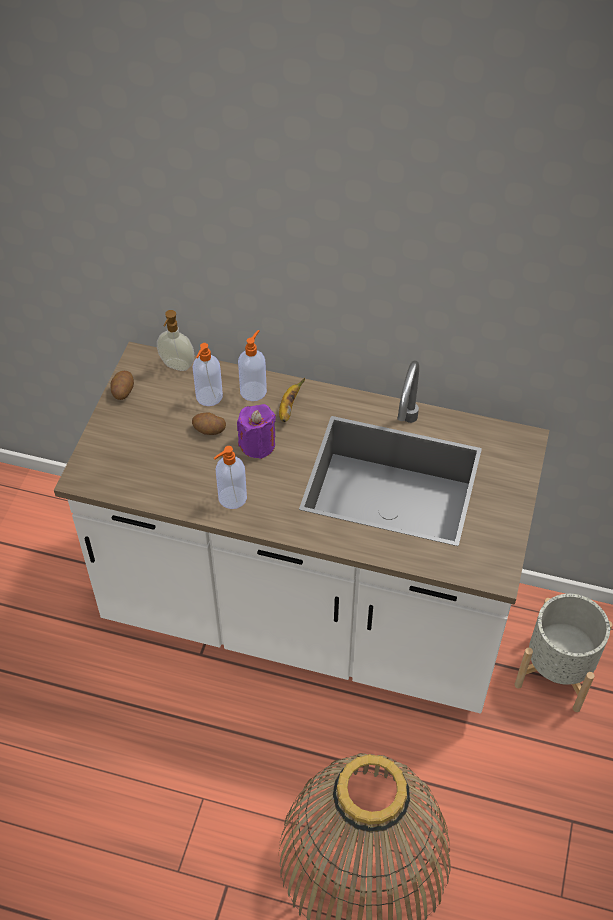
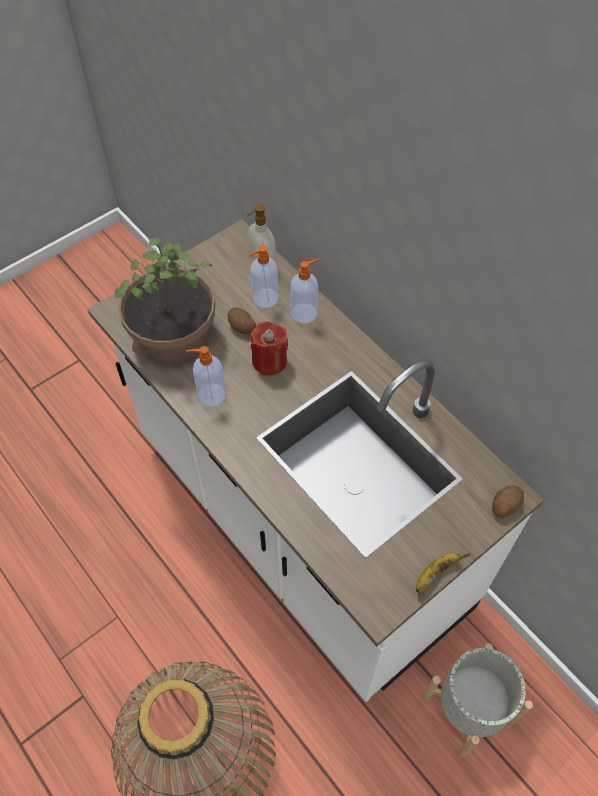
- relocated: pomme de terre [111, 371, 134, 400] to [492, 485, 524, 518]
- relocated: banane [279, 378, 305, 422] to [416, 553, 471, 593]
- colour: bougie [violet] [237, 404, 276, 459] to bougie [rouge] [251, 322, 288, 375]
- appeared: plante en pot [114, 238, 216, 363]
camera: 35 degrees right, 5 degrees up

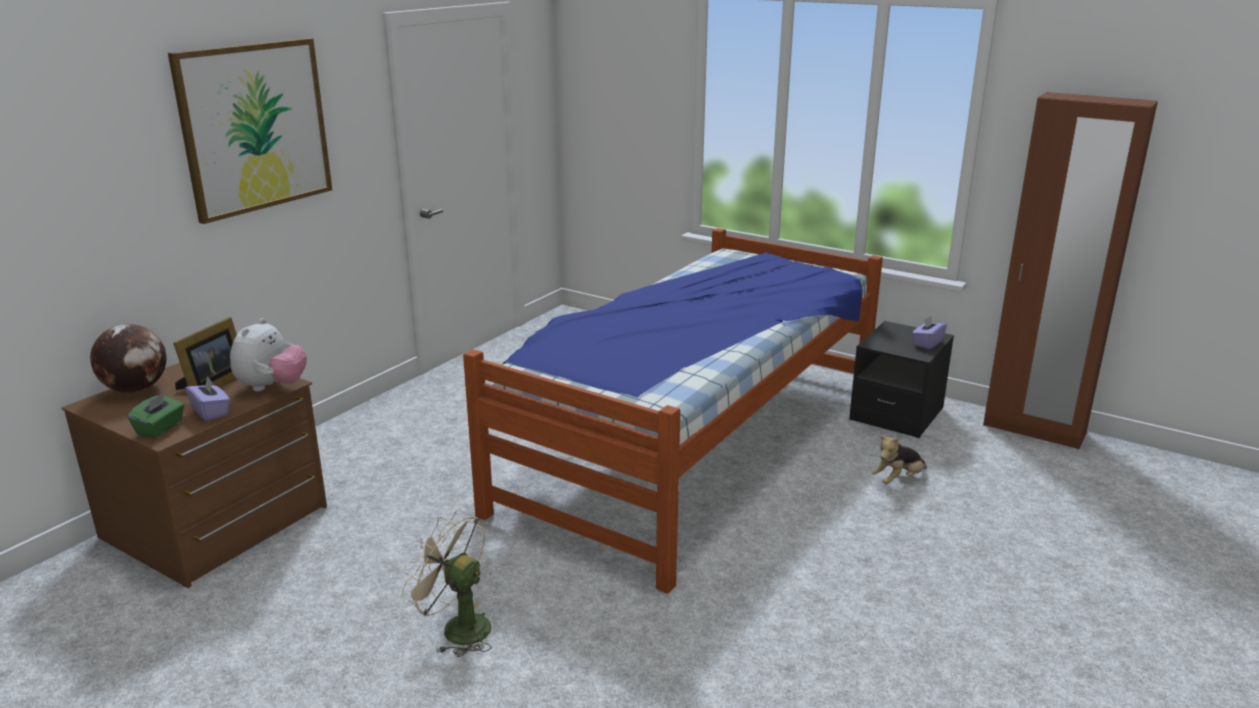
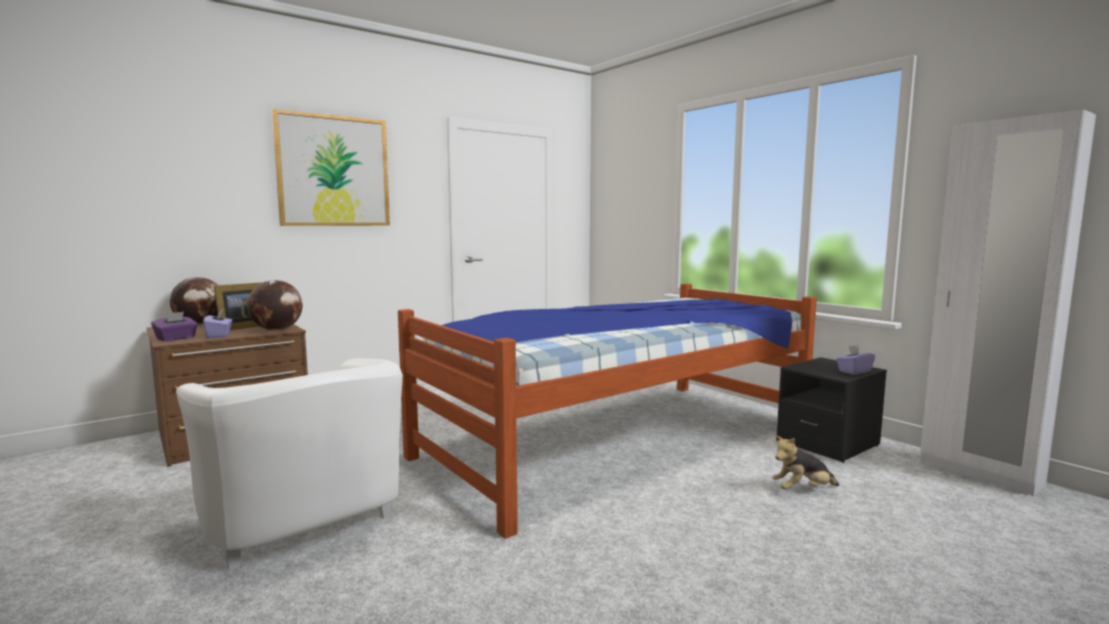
- colour: armoire [marron] [983, 92, 1158, 449] to armoire [blanc] [920, 109, 1096, 496]
- exchanged: peluche [230, 318, 307, 391] to globe [247, 280, 302, 331]
- colour: boîte à mouchoirs [vert] [127, 393, 184, 438] to boîte à mouchoirs [violet] [151, 312, 198, 341]
- exchanged: ventilateur [beige] [402, 510, 492, 657] to fauteuil [blanc] [176, 358, 403, 571]
camera: 20 degrees right, 15 degrees down

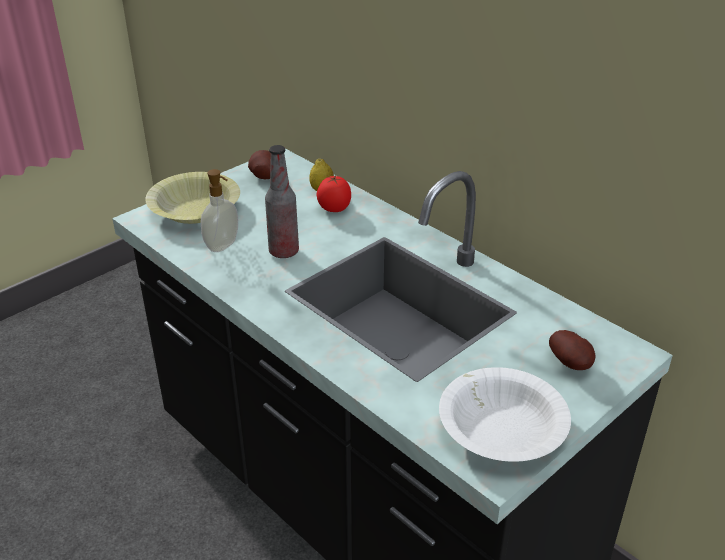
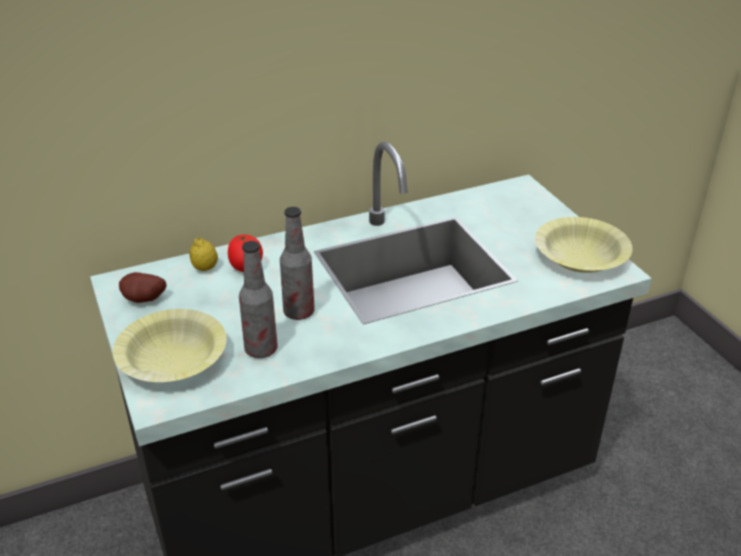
- exchanged: distributeur de savon [201, 169, 238, 252] to bouteille [239, 241, 278, 358]
- missing: pomme de terre [549, 330, 596, 370]
- colour: bol [blanc] [439, 367, 571, 462] to bol [jaune] [535, 217, 633, 273]
camera: 70 degrees left, 0 degrees up

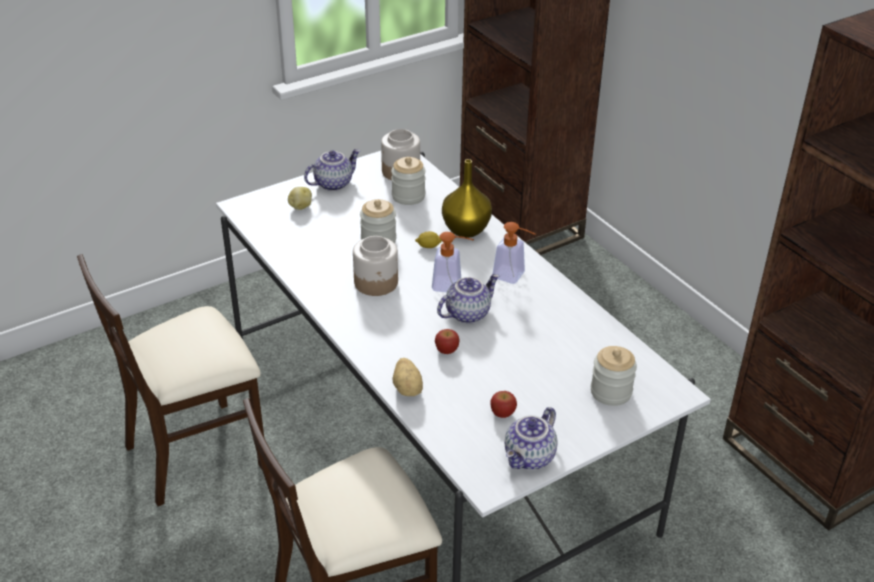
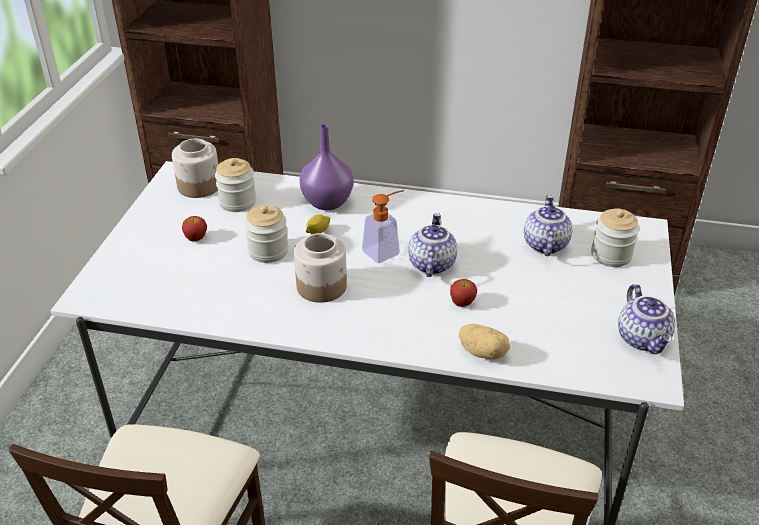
- relocated: théière [304, 149, 360, 191] to [524, 195, 572, 256]
- colour: vase [jaune] [442, 159, 492, 238] to vase [violet] [299, 124, 354, 210]
- missing: pomme de terre [288, 187, 312, 210]
- missing: distributeur de savon [492, 222, 536, 284]
- relocated: pomme [490, 391, 517, 418] to [182, 216, 207, 241]
camera: 45 degrees left, 0 degrees up

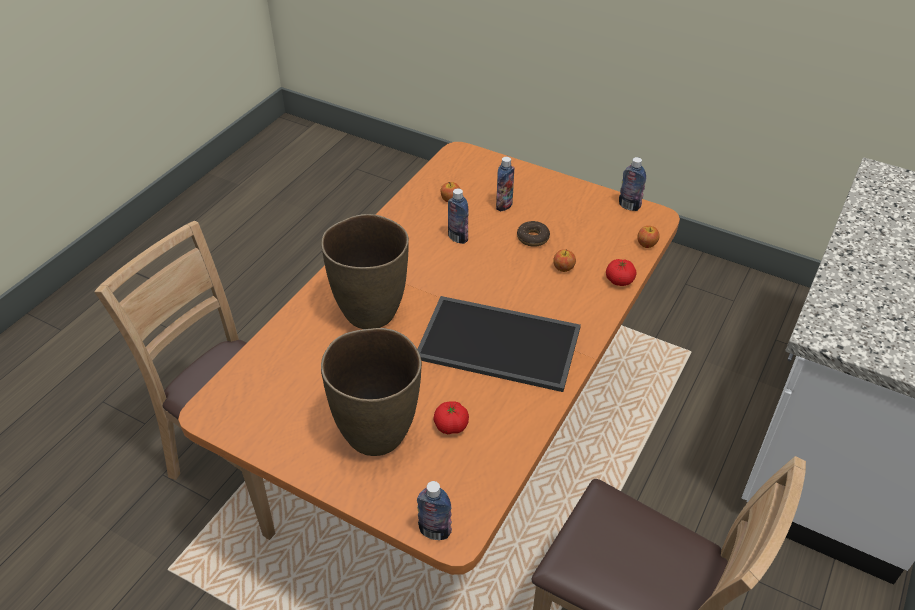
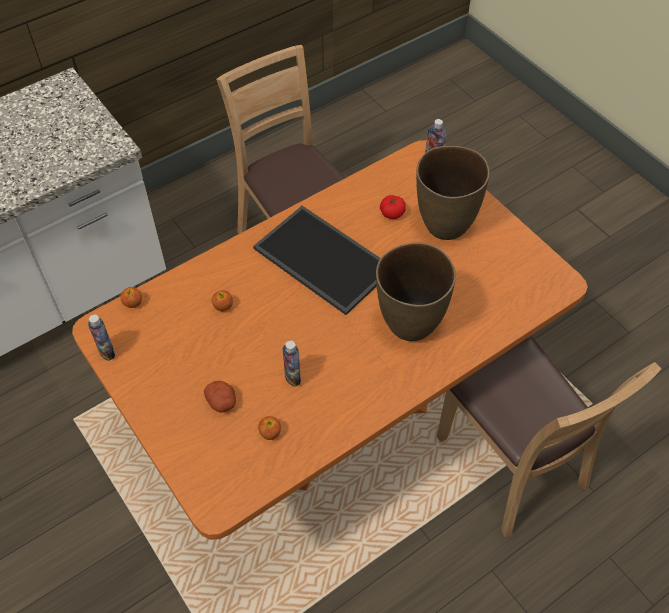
- exchanged: bouteille [496, 157, 514, 211] to pomme de terre [204, 381, 236, 413]
- missing: beignet [517, 221, 550, 247]
- missing: tomate [606, 259, 637, 286]
camera: 155 degrees left, 10 degrees up

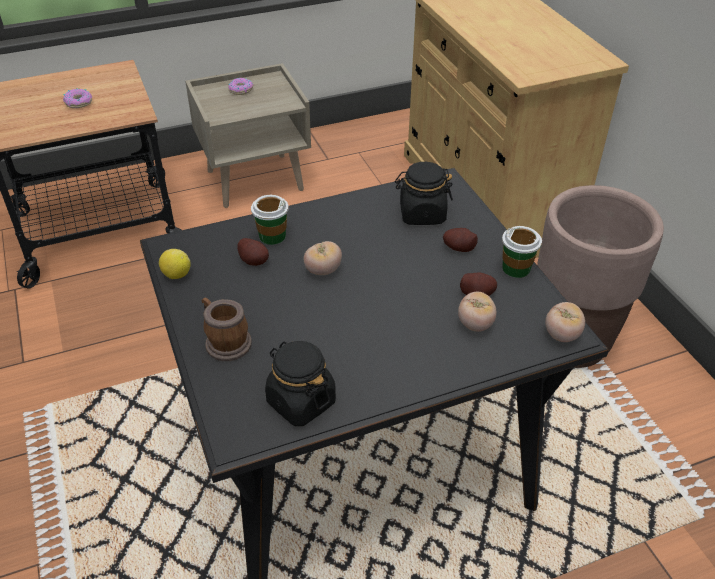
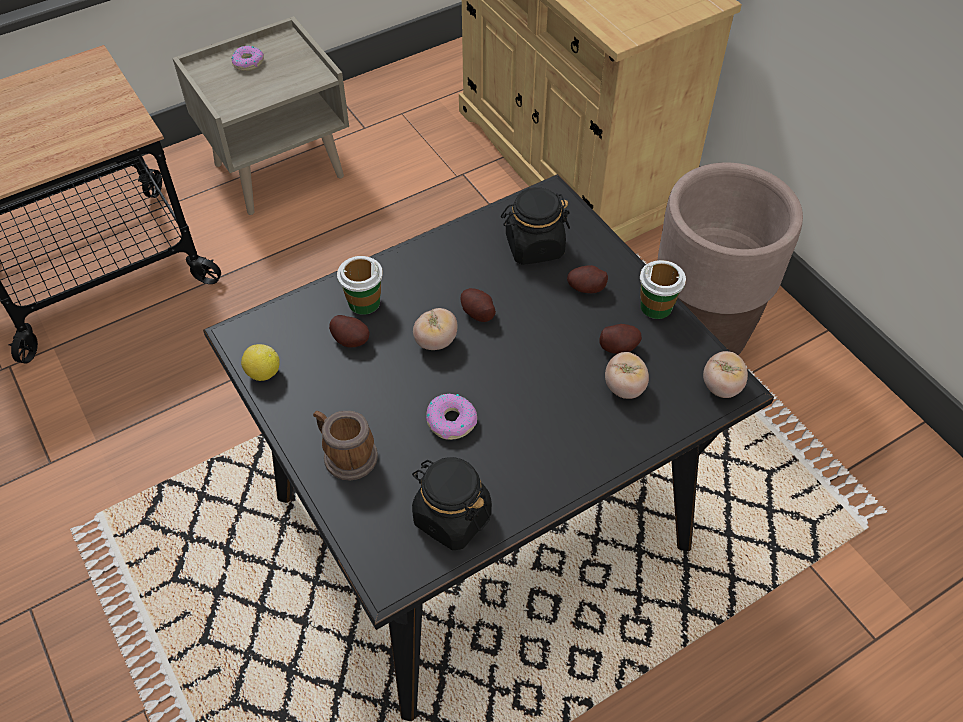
- relocated: beignet [63, 89, 92, 108] to [426, 394, 477, 440]
- appeared: pomme de terre [461, 288, 496, 322]
camera: 10 degrees left, 10 degrees up

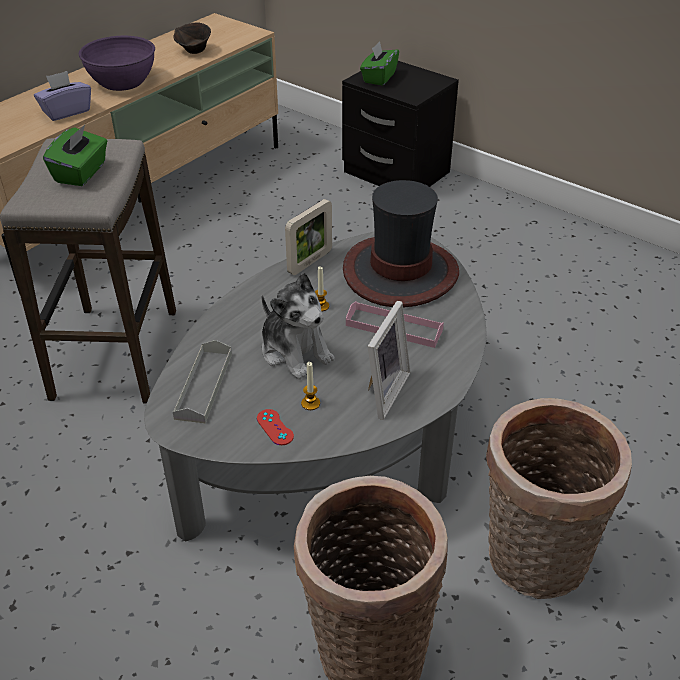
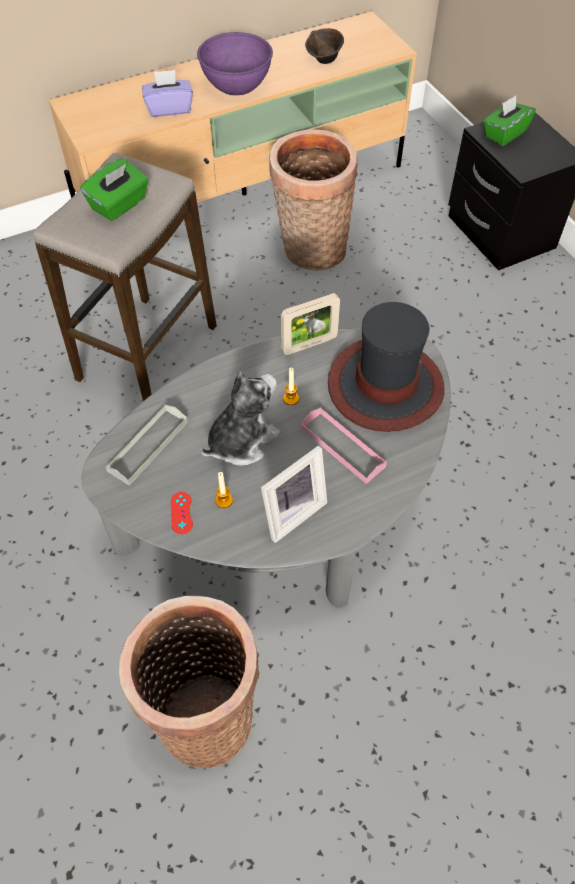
- spun: peluche [261, 272, 335, 380] = [201, 371, 280, 466] 120 degrees counterclockwise
- relocated: panier [486, 398, 632, 599] to [269, 130, 358, 270]
camera: 25 degrees right, 15 degrees up

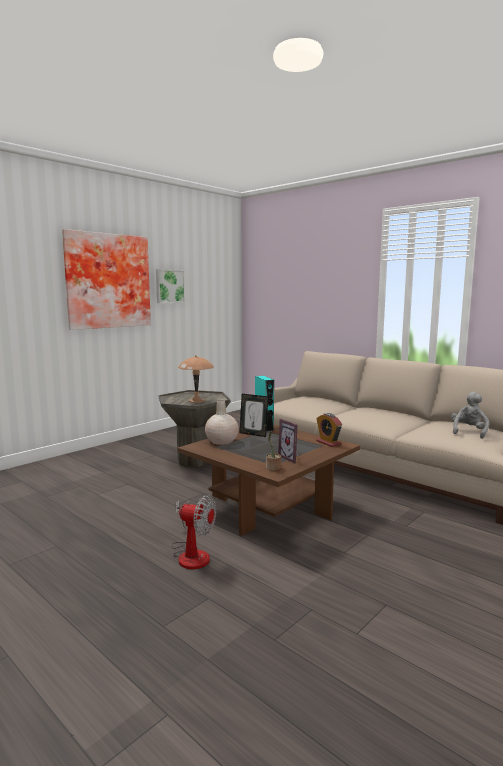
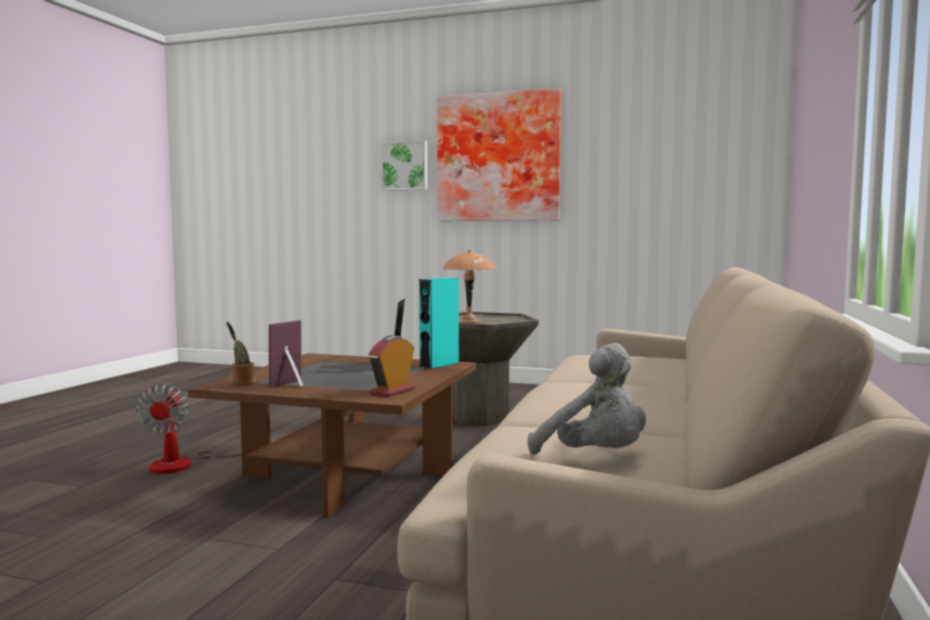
- relocated: tableau [156, 269, 185, 303] to [381, 140, 427, 191]
- spun: peluche [gris] [451, 392, 489, 439] = [527, 343, 646, 455] 45 degrees clockwise
- missing: vase [beige] [205, 400, 239, 445]
camera: 65 degrees right, 5 degrees down

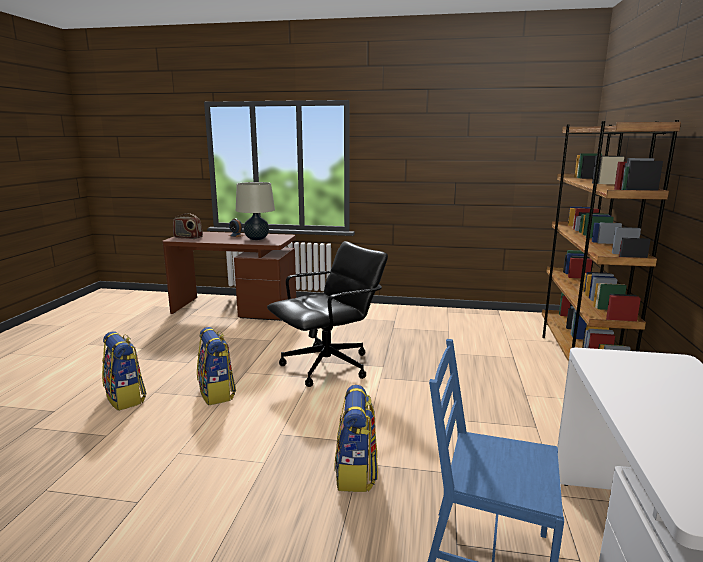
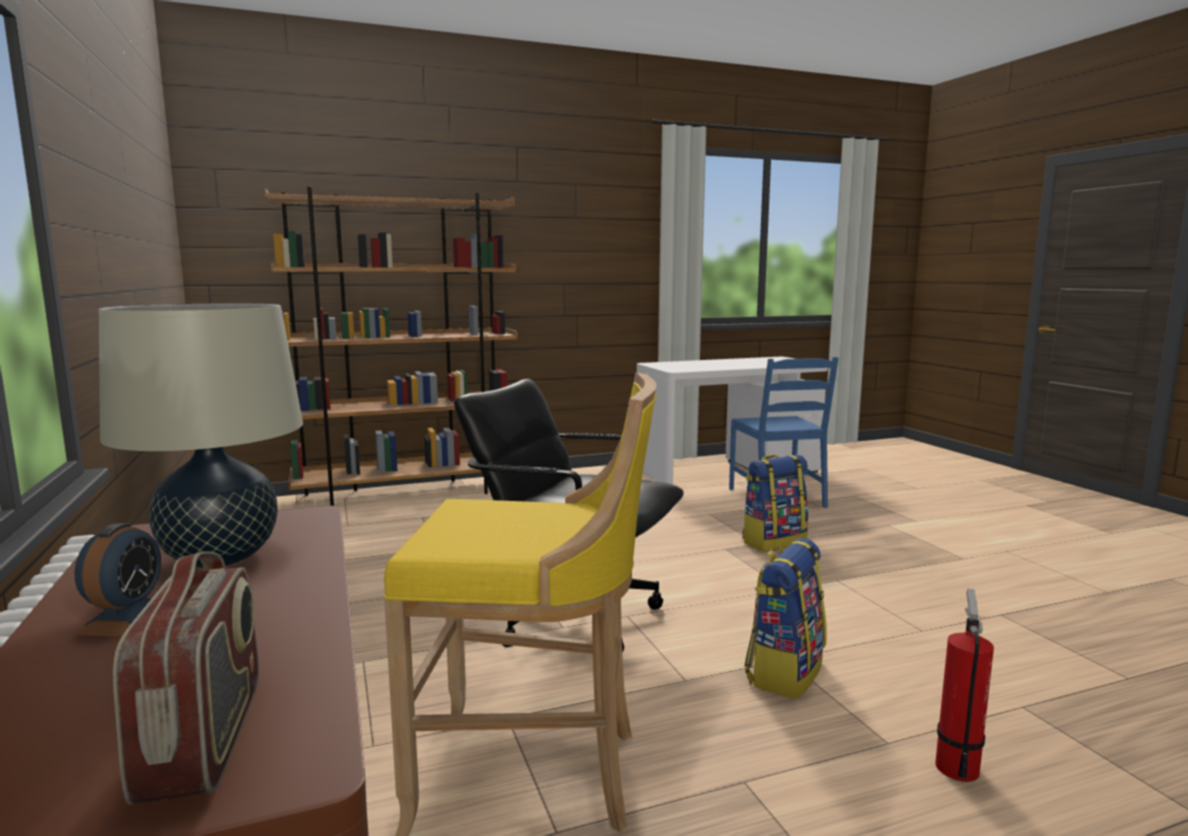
- exchanged: sac à dos [102, 331, 147, 411] to extincteur [935, 589, 994, 782]
- appeared: tabouret [jaune] [384, 373, 657, 836]
camera: 120 degrees left, 5 degrees down

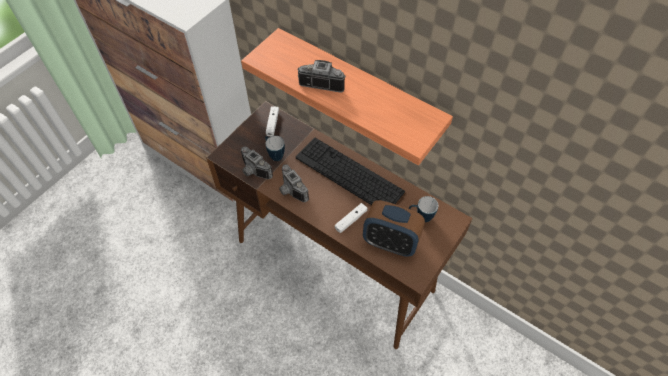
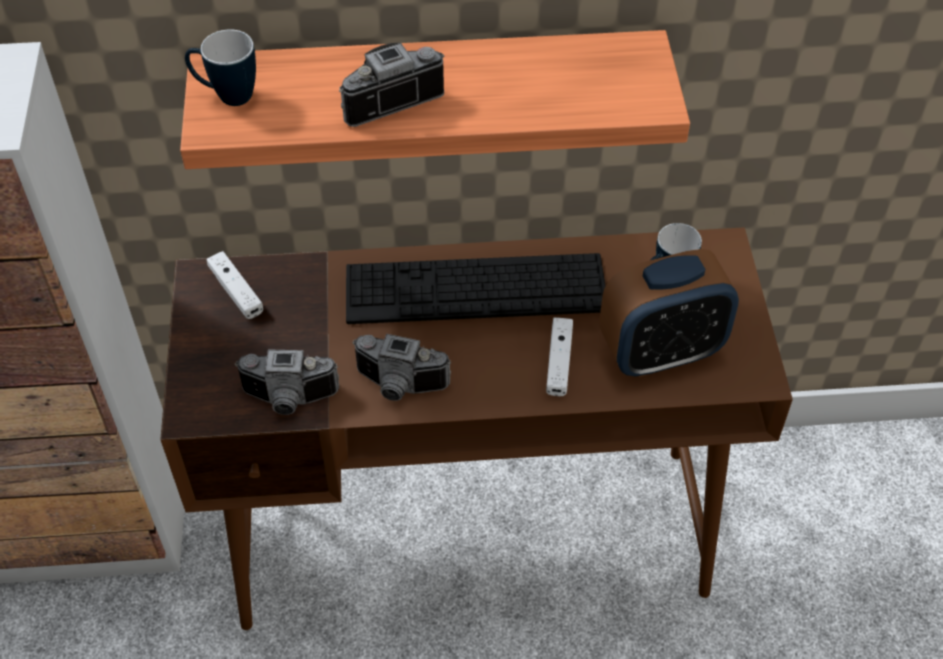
- relocated: mug [265, 136, 285, 161] to [185, 30, 256, 106]
camera: 40 degrees left, 5 degrees down

